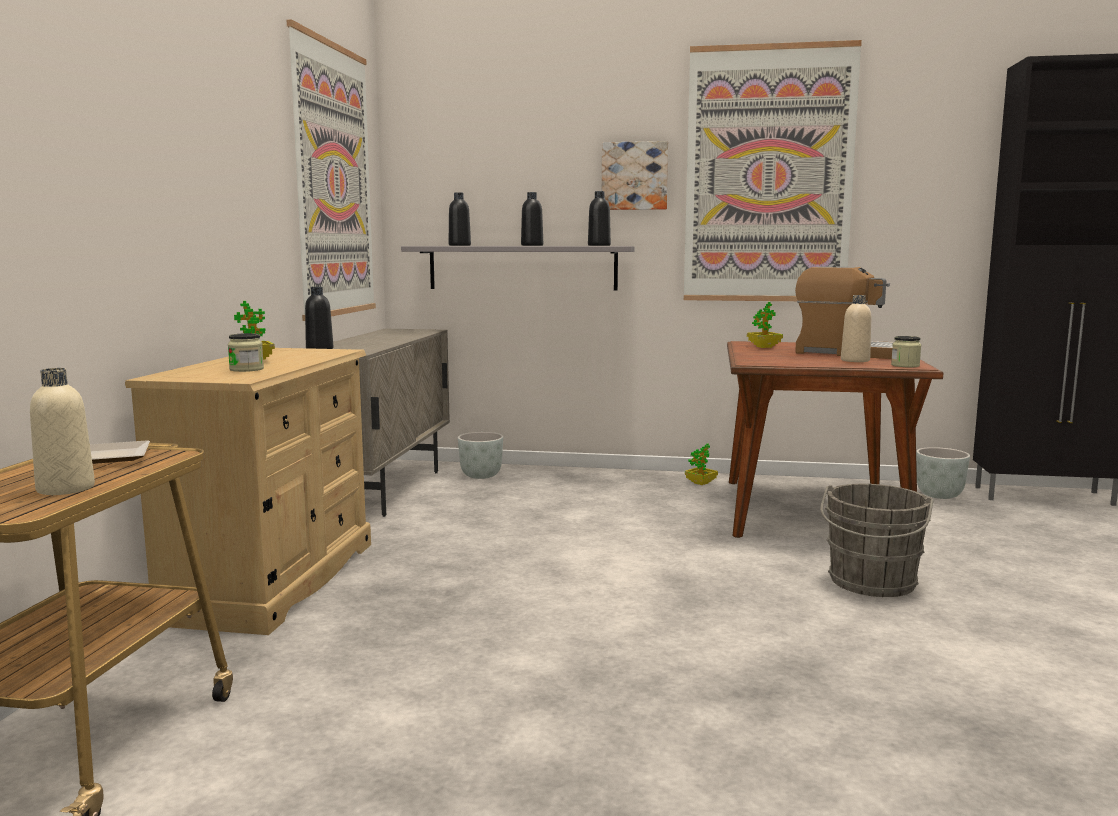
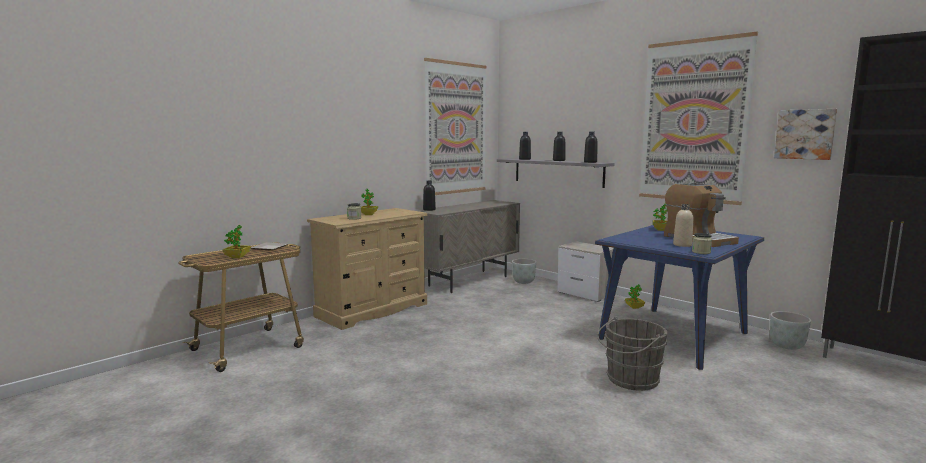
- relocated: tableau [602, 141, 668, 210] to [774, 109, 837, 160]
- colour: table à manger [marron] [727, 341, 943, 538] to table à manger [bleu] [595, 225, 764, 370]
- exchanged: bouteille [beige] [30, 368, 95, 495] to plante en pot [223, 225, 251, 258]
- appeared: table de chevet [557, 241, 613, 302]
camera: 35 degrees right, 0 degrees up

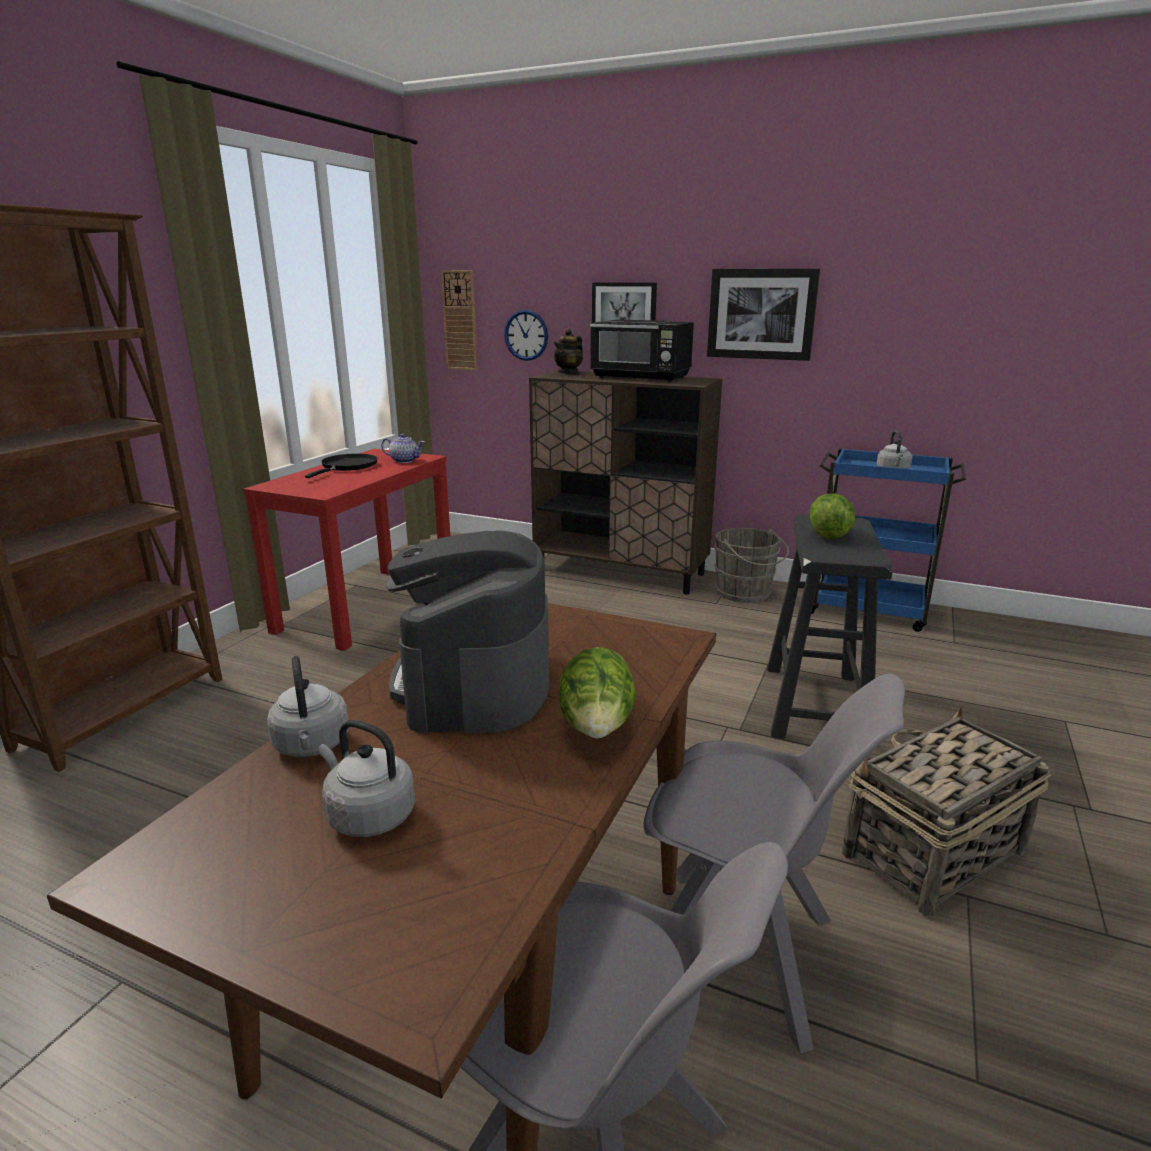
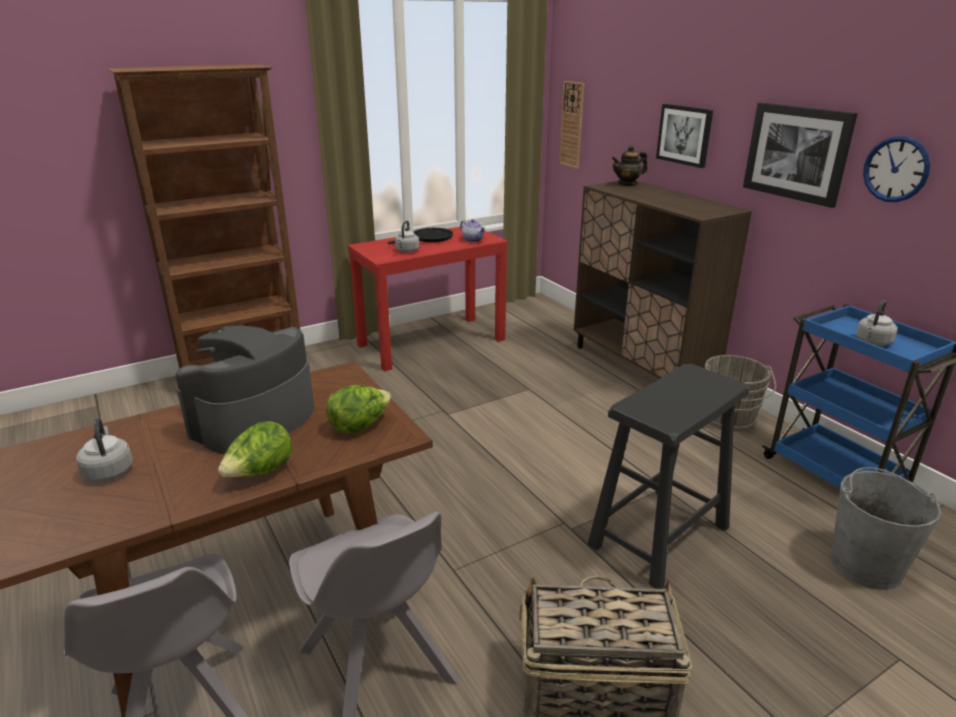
- relocated: horloge murale [504, 310, 548, 361] to [863, 136, 931, 202]
- missing: micro-ondes [noir] [590, 319, 694, 382]
- relocated: laitue [809, 493, 855, 539] to [326, 385, 391, 433]
- relocated: bouilloire [gris] [267, 656, 349, 757] to [395, 220, 420, 253]
- appeared: seau [gris] [831, 467, 941, 590]
camera: 35 degrees right, 5 degrees up

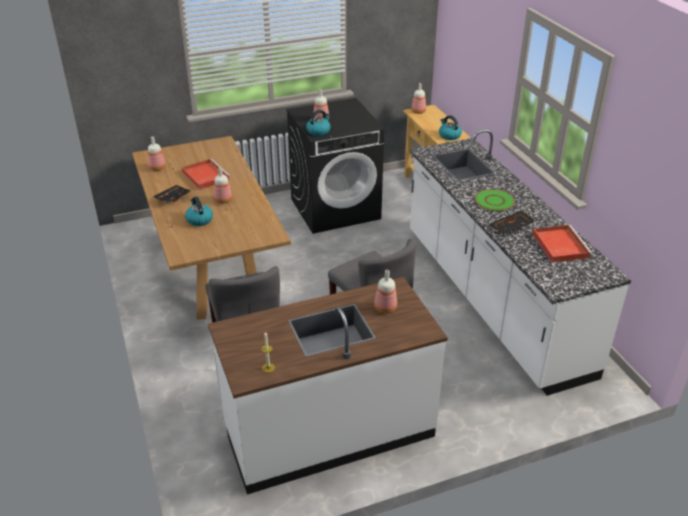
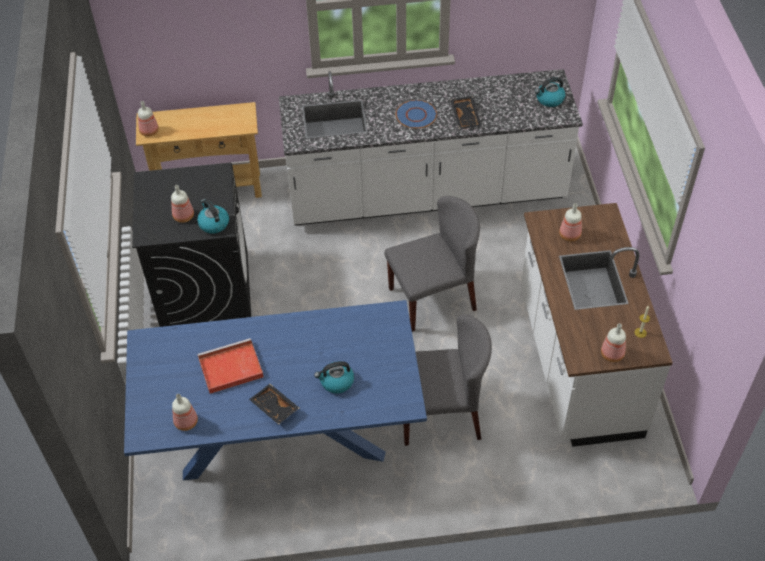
- relocated: bouilloire [439, 115, 462, 140] to [535, 77, 565, 107]
- colour: table à manger [marron] [132, 136, 291, 320] to table à manger [bleu] [124, 300, 427, 480]
- relocated: bouteille [214, 167, 232, 204] to [601, 324, 626, 362]
- colour: assiette [vert] [475, 189, 515, 211] to assiette [bleu] [396, 100, 437, 129]
- missing: plateau [rouge] [532, 225, 592, 263]
camera: 75 degrees left, 15 degrees up

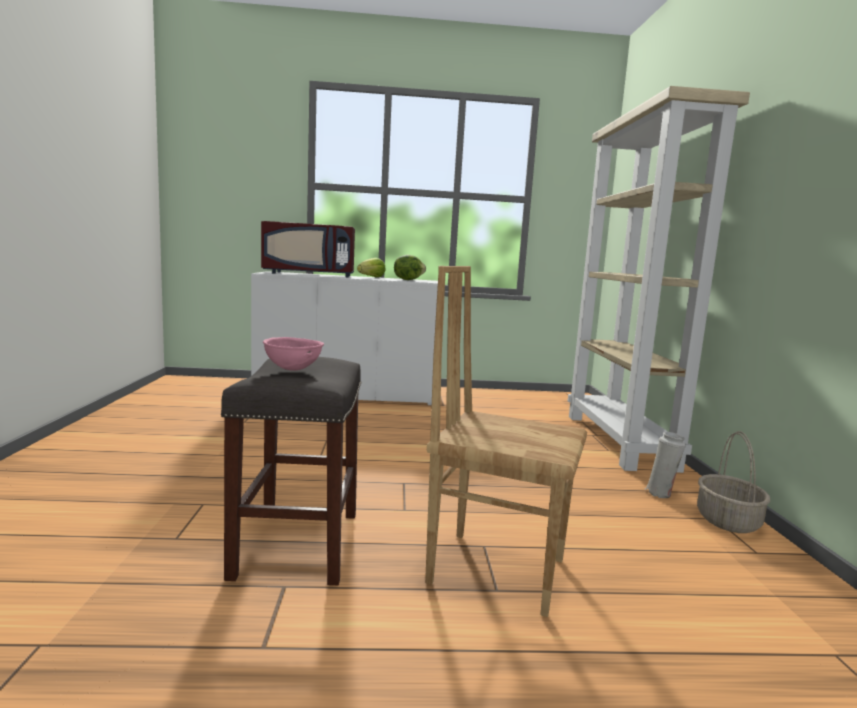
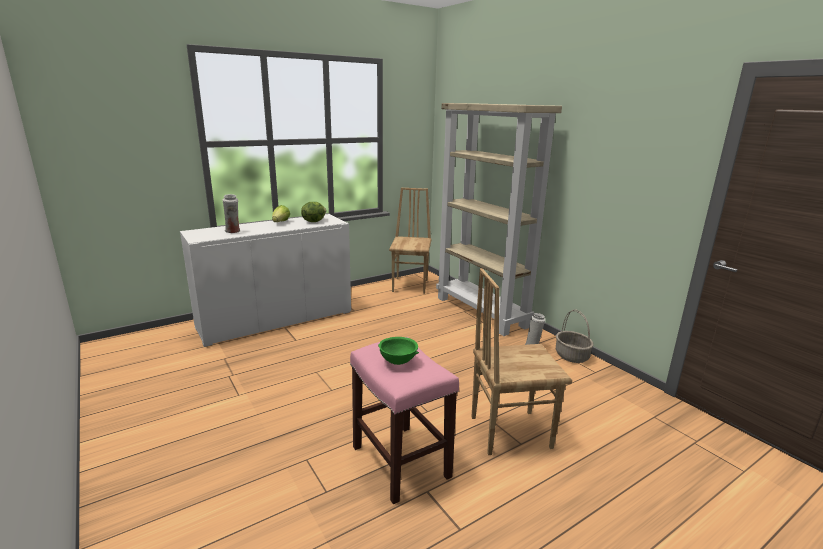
- exchanged: micro-ondes [rouge] [261, 221, 355, 277] to vase [blanc] [222, 194, 240, 233]
- colour: bol [rose] [263, 337, 324, 371] to bol [vert] [378, 337, 419, 365]
- colour: tabouret [gris] [221, 357, 362, 585] to tabouret [rose] [350, 337, 459, 504]
- appeared: chaise [marron] [389, 188, 432, 294]
camera: 30 degrees left, 10 degrees up

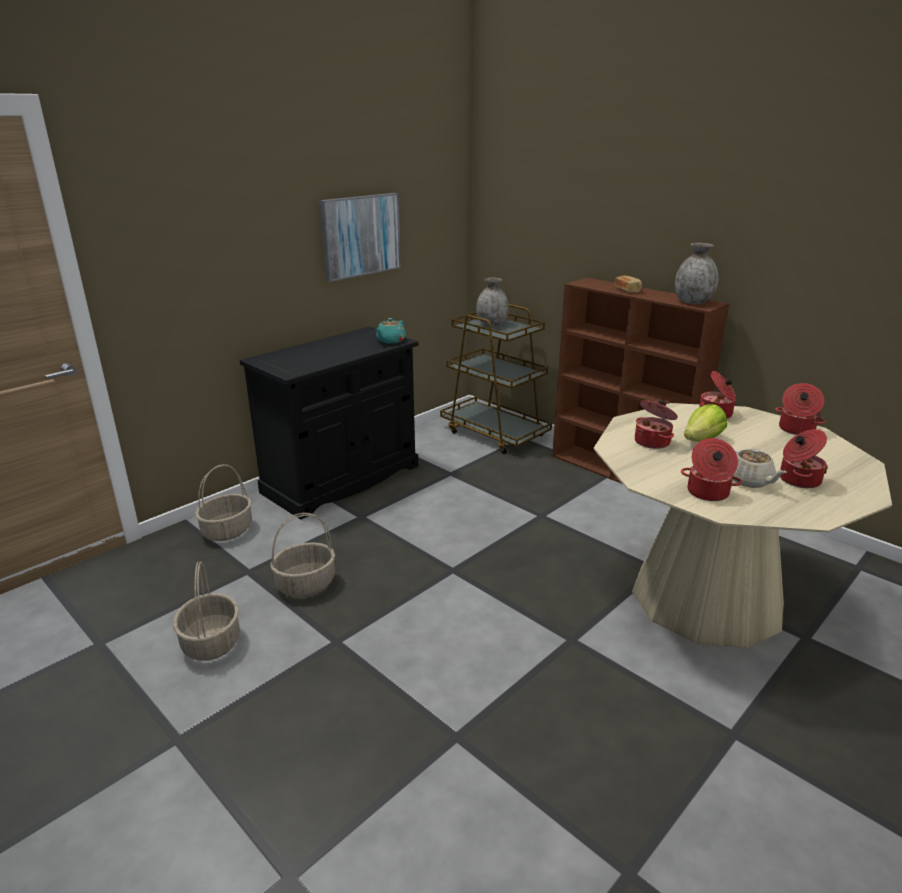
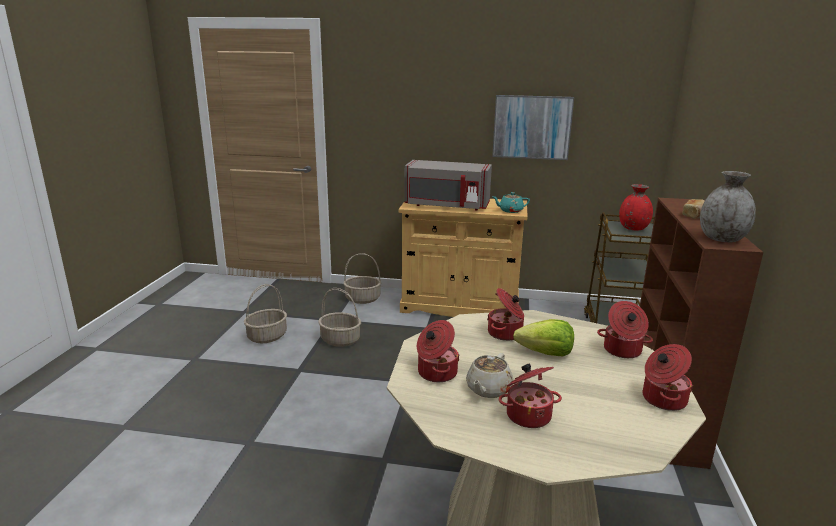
- colour: vase [gris] [476, 278, 509, 326] to vase [rouge] [619, 184, 653, 230]
- colour: meuble de rangement [noir] [240, 326, 419, 519] to meuble de rangement [beige] [399, 199, 528, 317]
- appeared: micro-ondes [gris] [404, 160, 492, 211]
camera: 55 degrees right, 5 degrees down

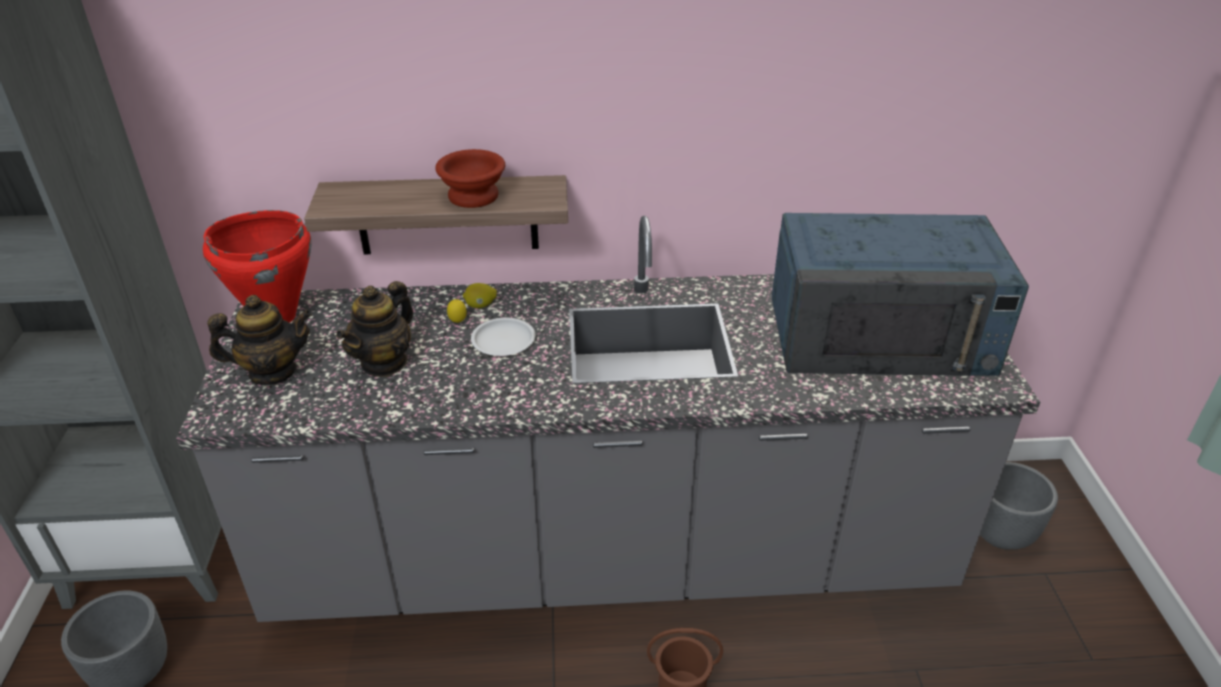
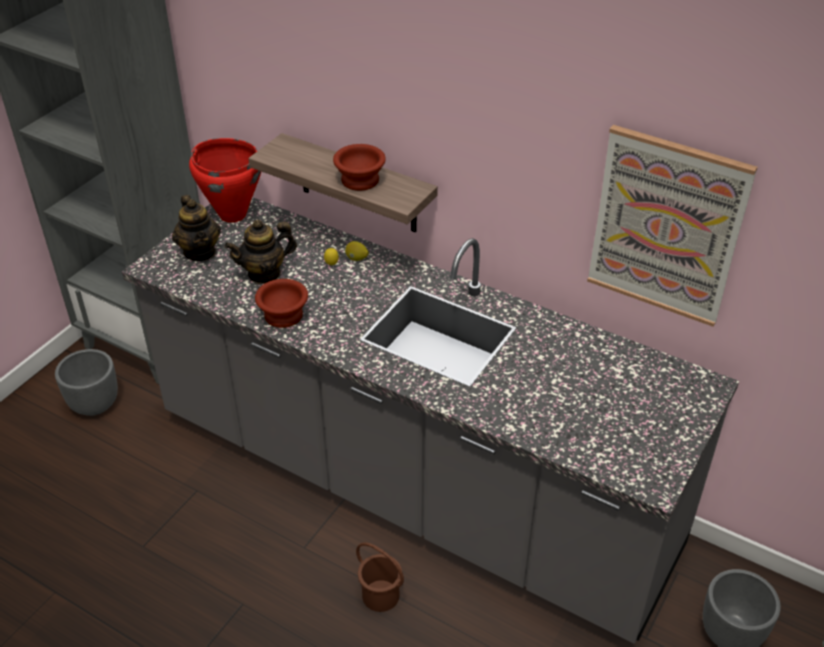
- missing: micro-ondes [bleu] [772, 213, 1029, 376]
- spun: théière [207, 295, 312, 386] = [172, 195, 221, 261] 45 degrees clockwise
- missing: assiette [blanc] [471, 317, 535, 356]
- appeared: tableau [587, 125, 758, 327]
- appeared: bol [marron] [255, 279, 308, 328]
camera: 35 degrees right, 5 degrees up

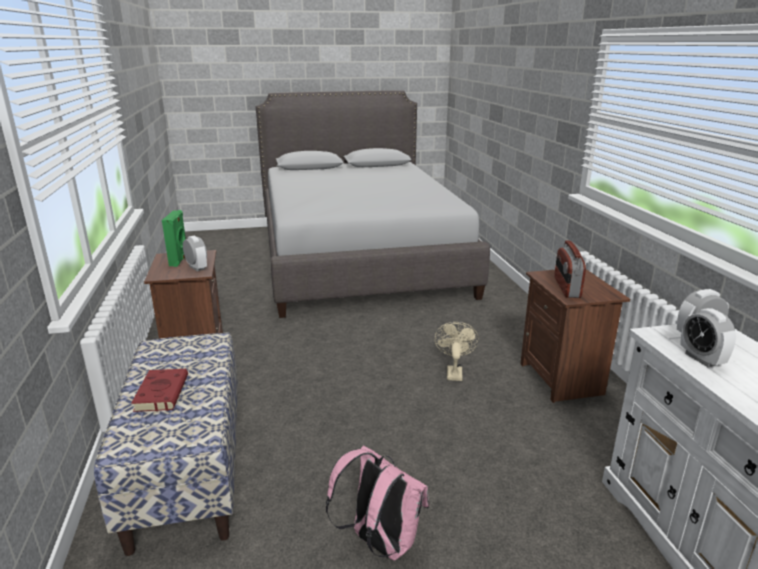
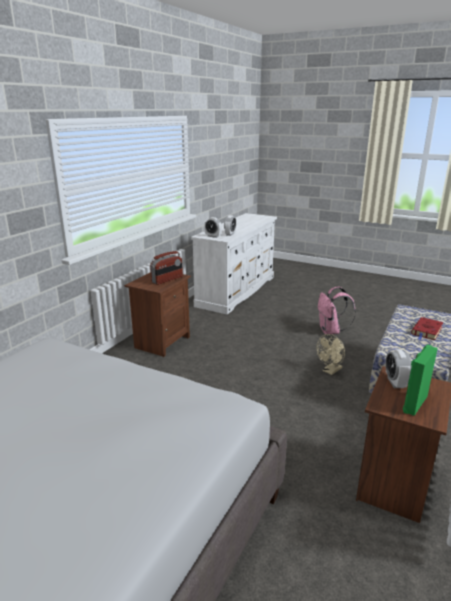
- relocated: ventilateur [beige] [434, 322, 479, 381] to [316, 334, 345, 375]
camera: 140 degrees left, 0 degrees up

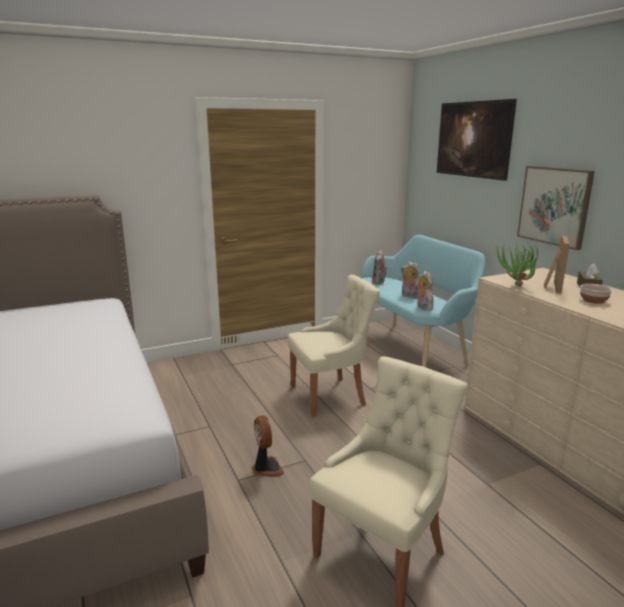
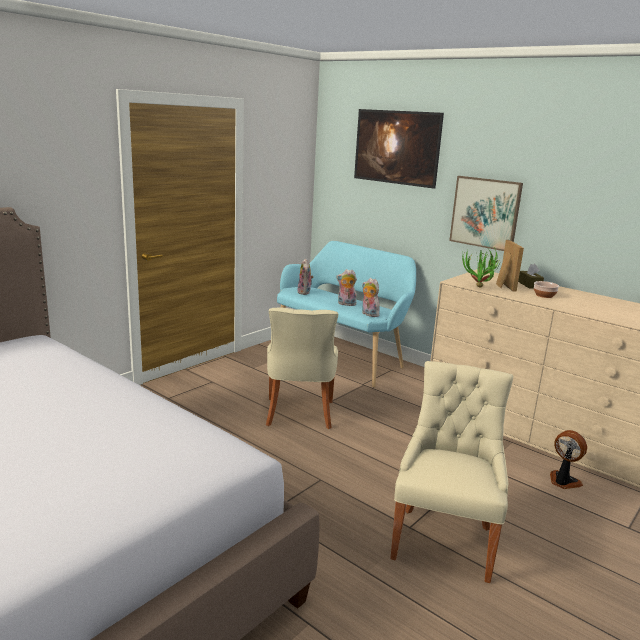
- spun: chaise [beige] [287, 275, 380, 417] = [266, 307, 338, 429] 135 degrees clockwise
- relocated: ventilateur [251, 415, 284, 477] to [550, 430, 587, 489]
camera: 25 degrees left, 0 degrees up

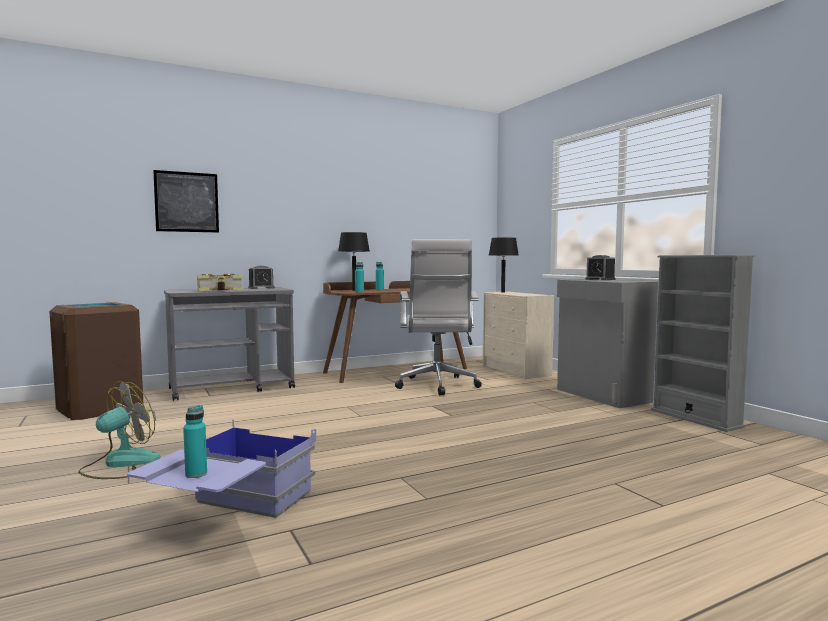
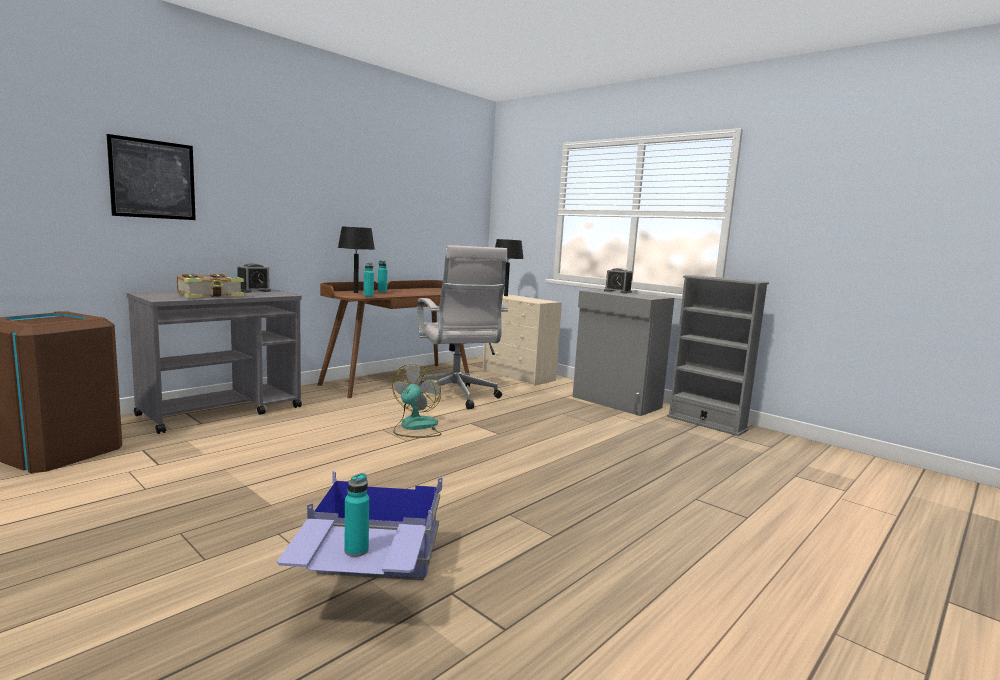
- relocated: ventilateur [78, 381, 160, 479] to [392, 364, 442, 438]
camera: 20 degrees left, 5 degrees up

